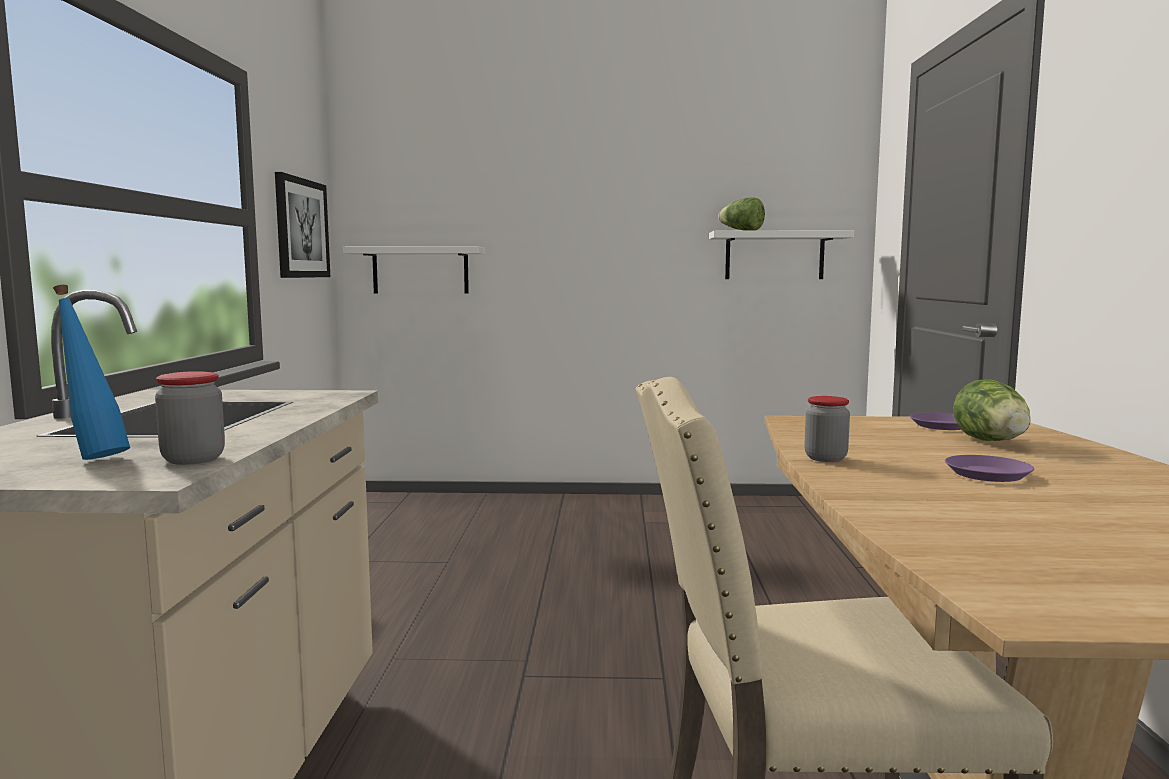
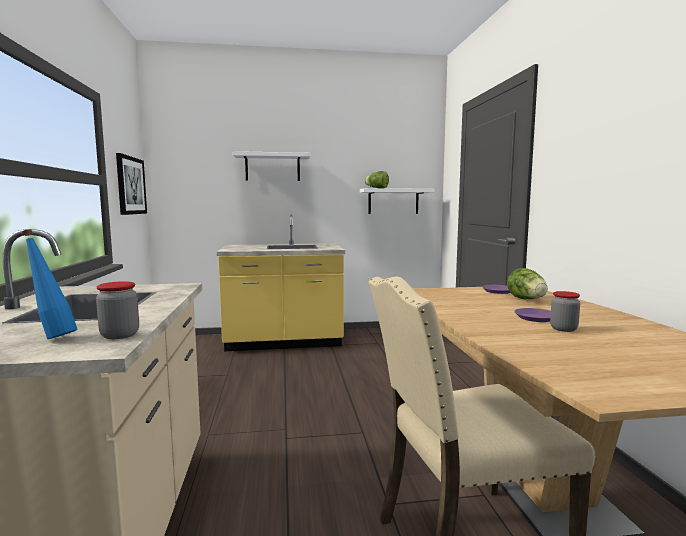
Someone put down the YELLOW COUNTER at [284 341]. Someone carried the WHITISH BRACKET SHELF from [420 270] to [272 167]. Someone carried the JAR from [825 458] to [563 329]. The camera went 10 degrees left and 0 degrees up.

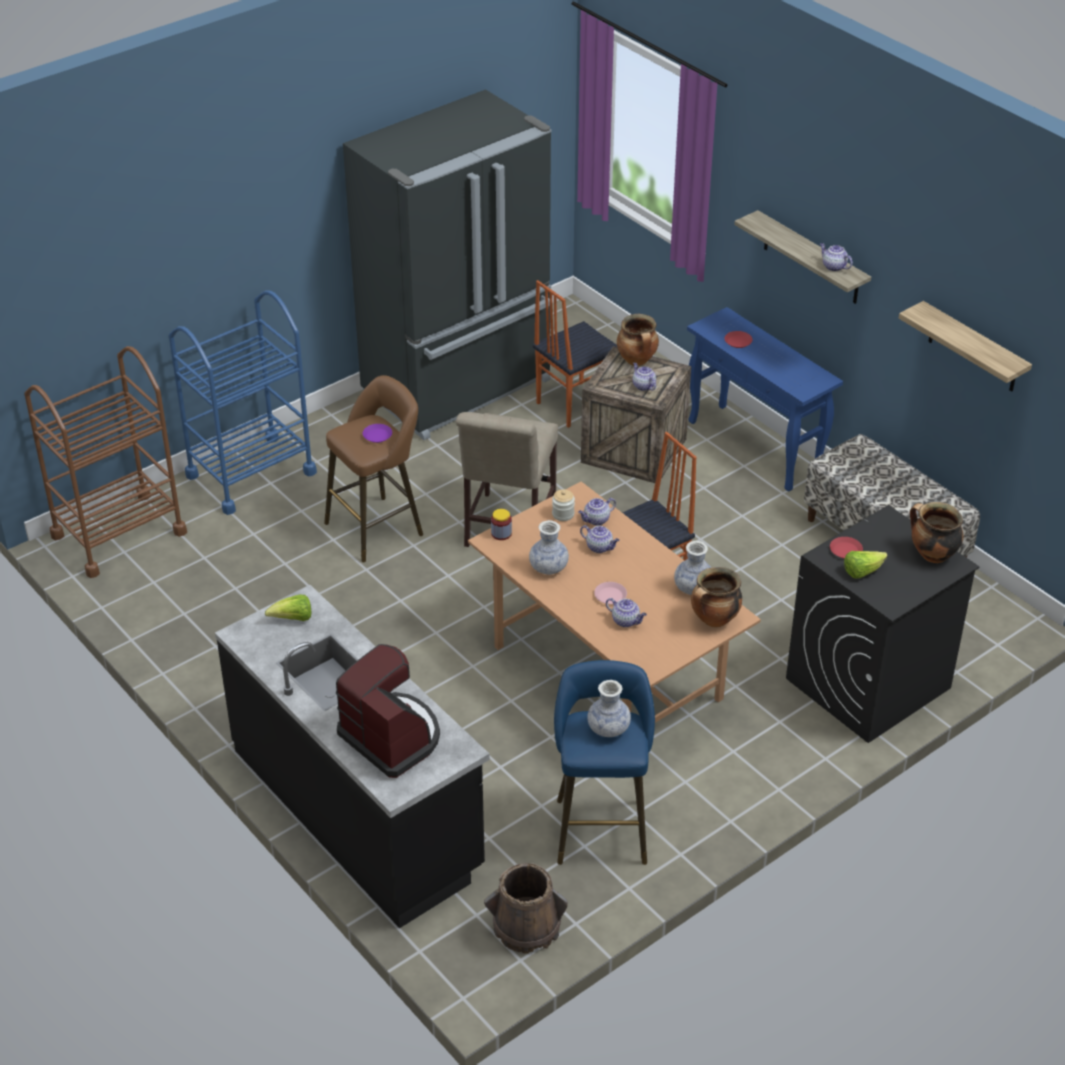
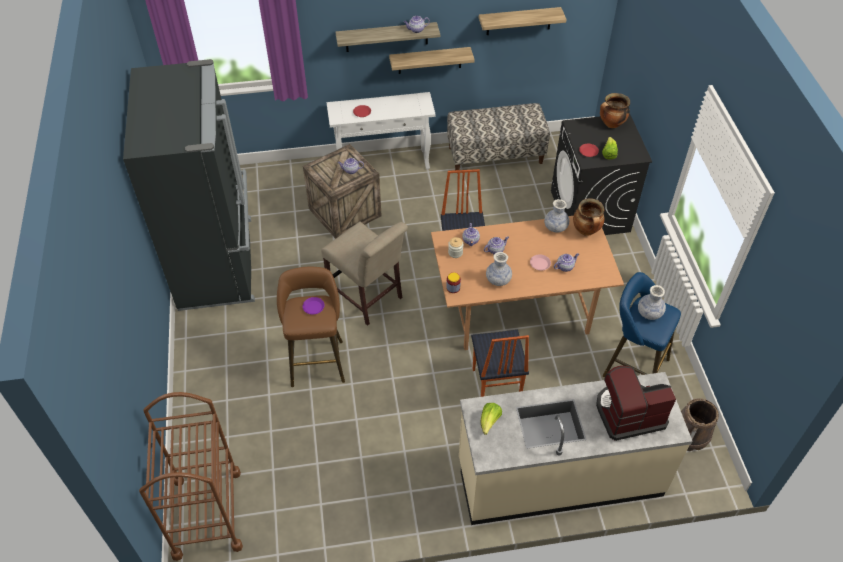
Someone repainted the BLUE-COLOURED HALL TABLE at [755 448], which became the WHITISH HALL TABLE at [384 164]. Someone put up the BRACKET SHELF at [429 60]. Someone repainted the BLACK COUNTER at [358 809], which became the BEIGE COUNTER at [559 477]. Someone carried the UPRIGHT CHAIR from [573 404] to [495 386]. Someone took away the BLUE-COLOURED TROLLEY at [251 474]. Someone took away the SAUCEPOT at [637 361]. The camera went 60 degrees left and 10 degrees up.

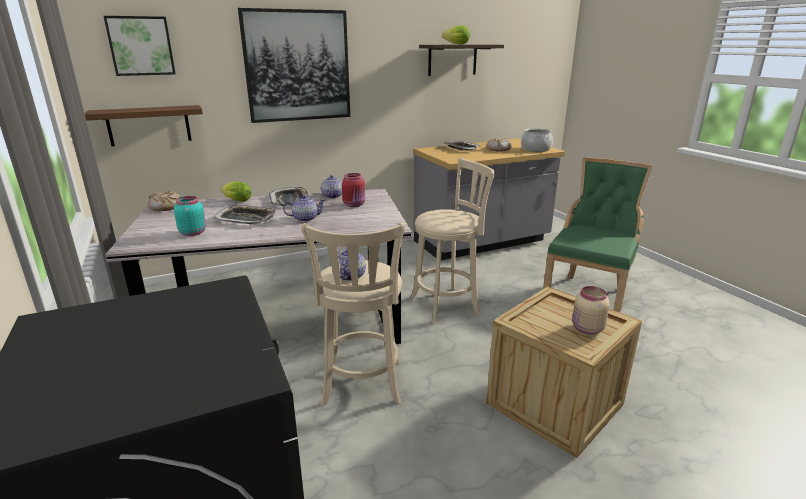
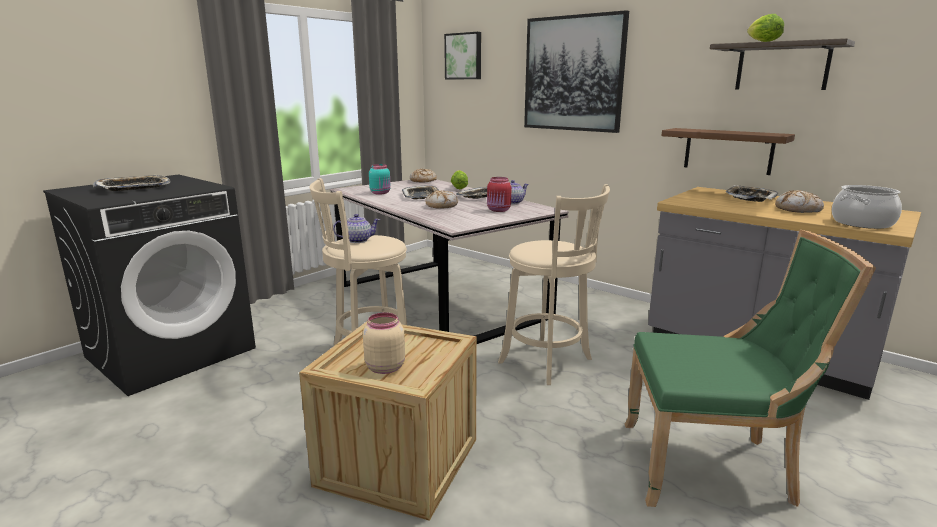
Someone put down the SERVING TRAY at [134 188]. Someone swapped the TEA POT at [305 218] for the BAKERY BREAD at [442 206]. Someone carried the BROWN BRACKET SHELF from [149 125] to [728 151]. The camera went 65 degrees right and 5 degrees down.

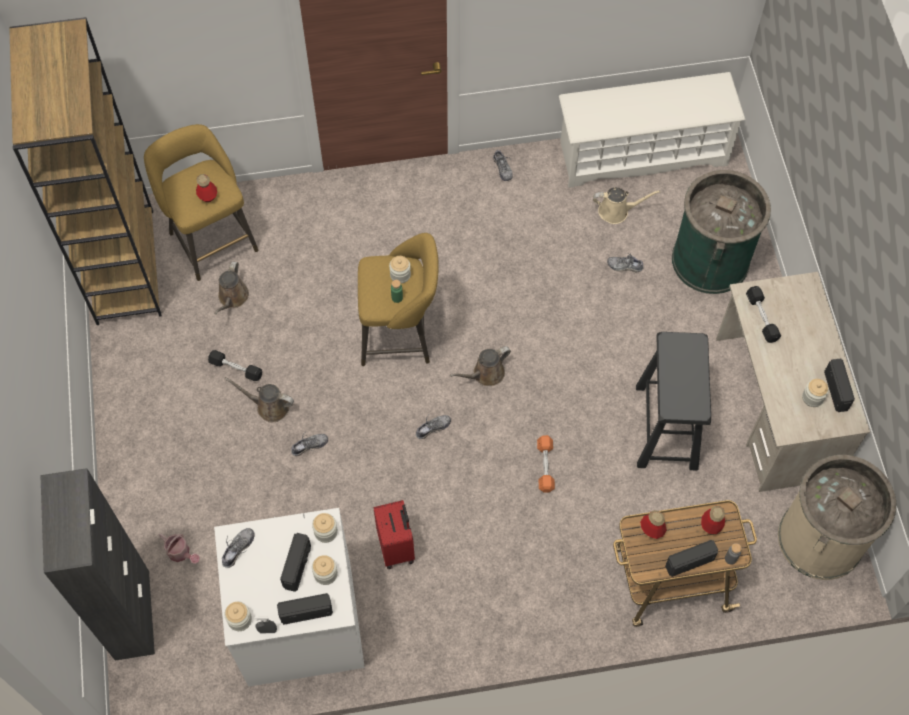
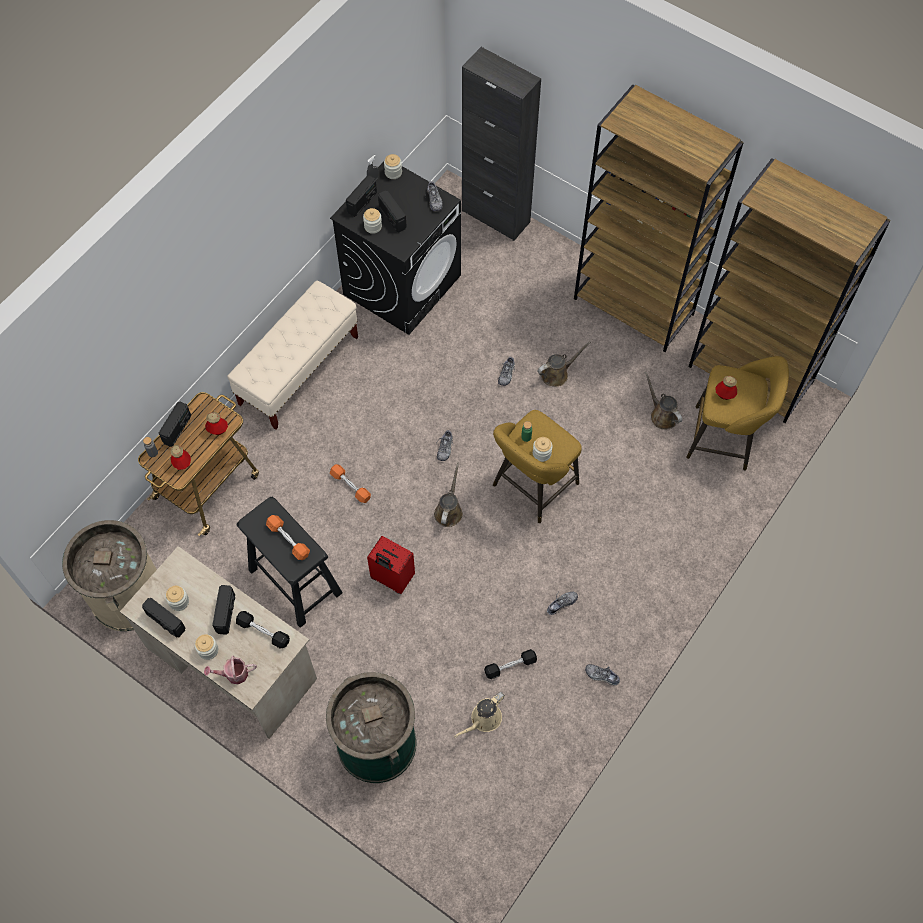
Someone carried the JAR from [325 532] to [208 650]. Someone carried the WATERING POT from [181 553] to [233 674]. Someone put down the RADIO SET at [226 613]. Someone put down the BEIGE BENCH at [299 370]. Someone put down the ORANGE DUMBBELL at [288 540]. Someone repainted the WHITISH WASHING MACHINE at [299 624], which became the BLACK WASHING MACHINE at [402 284]. Someone carried the RED TRAVEL CASE from [397 547] to [391 578]. Someone carried the BLACK DUMBBELL from [236 368] to [510 666]. Someone carried the SHOE from [624 266] to [561 604]. Someone put down the BROWN SHELVING UNIT at [634 306]. Someone took away the WHITISH SHOE STAND at [642 153]. The camera went 135 degrees right and 0 degrees up.

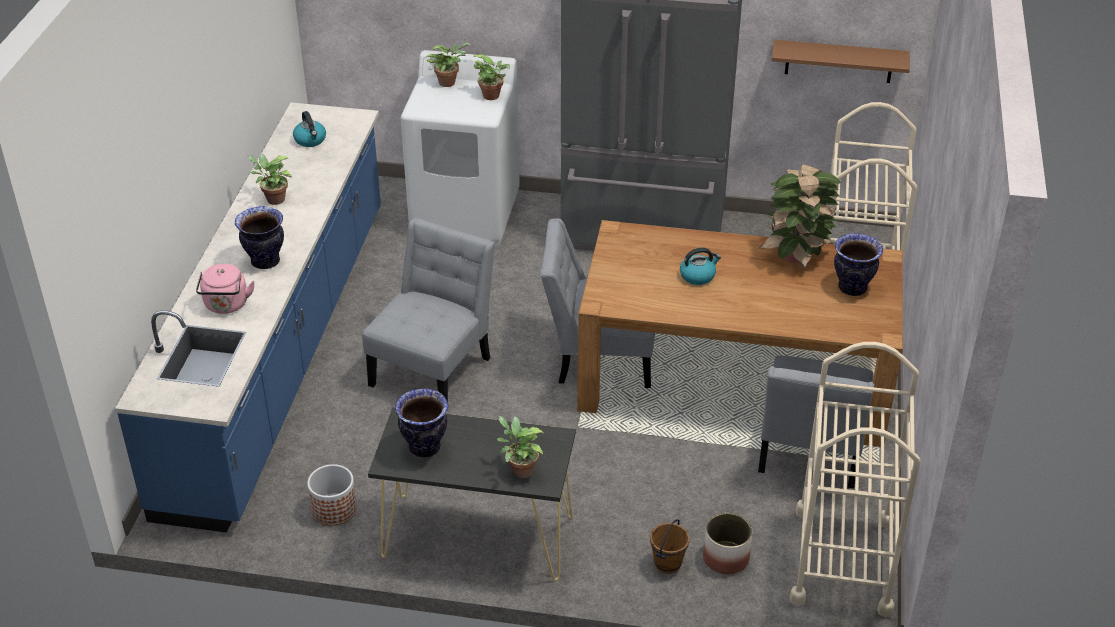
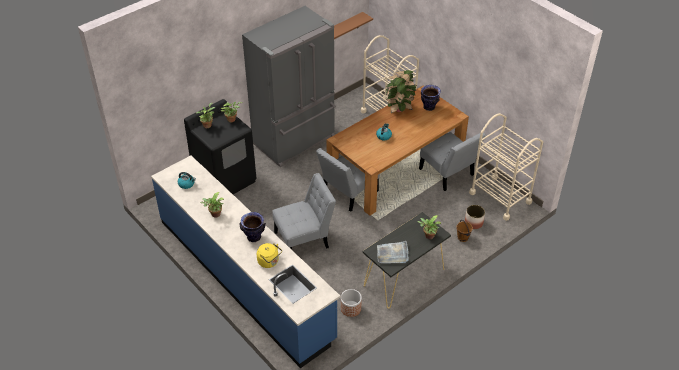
Someone repainted the WHITISH WASHING MACHINE at [466 214], which became the BLACK WASHING MACHINE at [225 179]. Someone repainted the PINKISH KETTLE at [226 305], which became the YELLOW KETTLE at [269 262]. Someone rotated the GREYISH UPRIGHT CHAIR at [434 367] by 90 degrees clockwise. Someone swapped the VASE at [424 447] for the GREYISH SERVING TRAY at [392 254]. The camera went 50 degrees left and 5 degrees up.

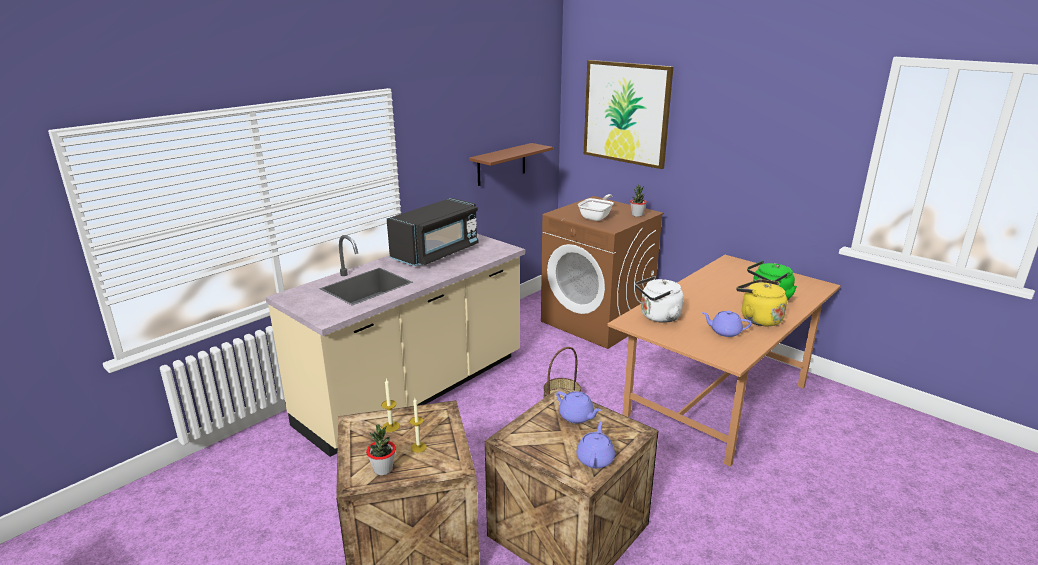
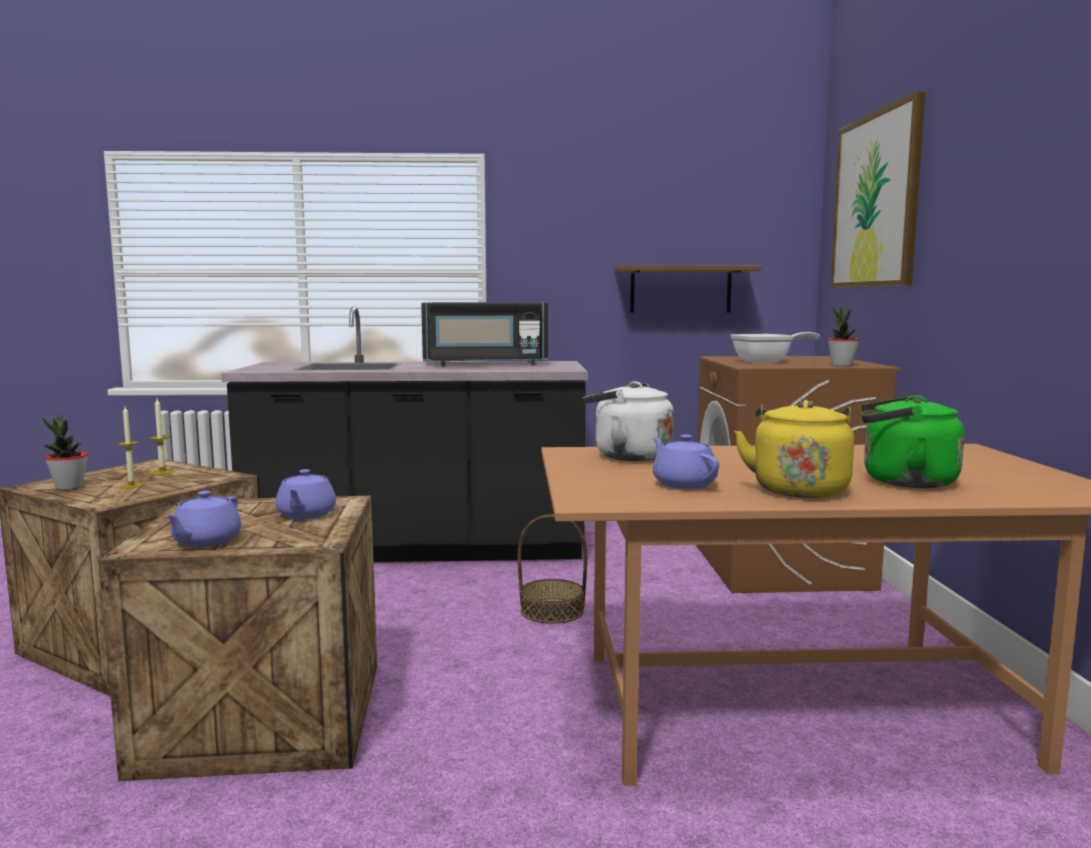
Someone rotated the PURPLISH TEA POT at [595 459] by 135 degrees clockwise. Someone repainted the BEIGE COUNTER at [415 391], which became the BLACK COUNTER at [419 550]. The camera went 45 degrees right and 15 degrees down.

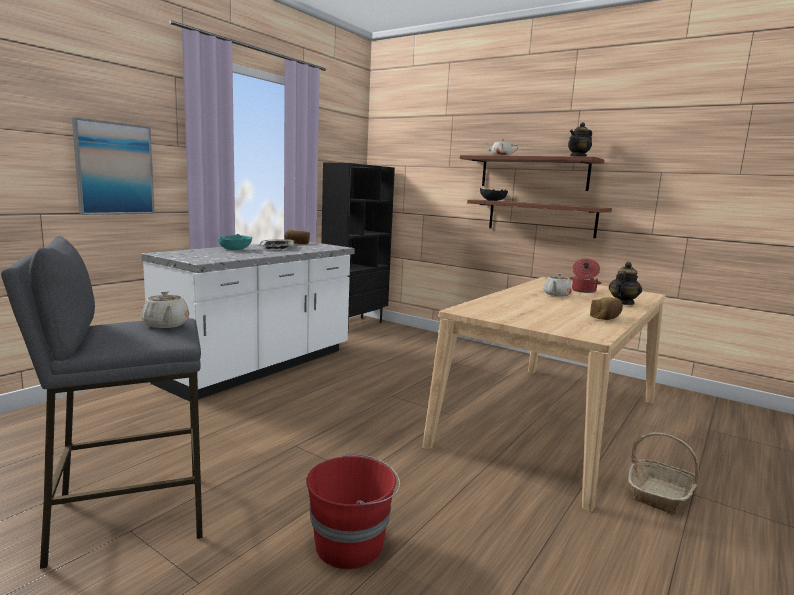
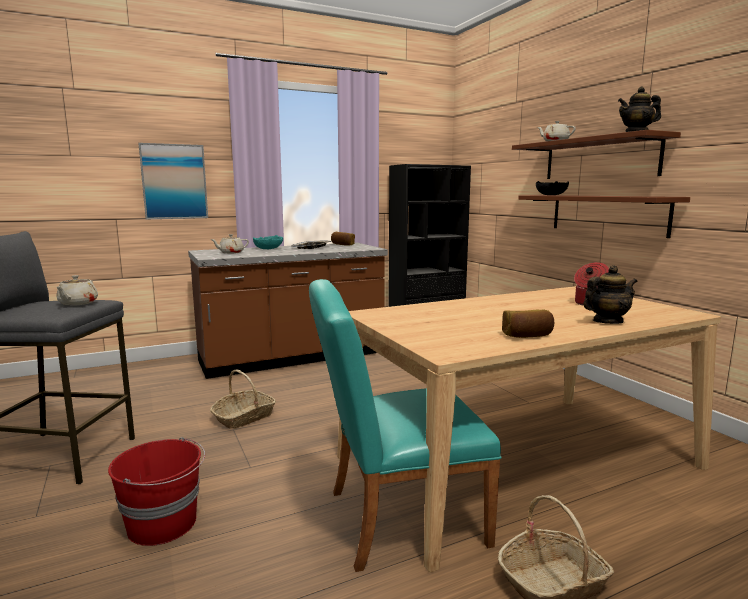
Someone repainted the WHITISH COUNTER at [260 367], which became the BROWN COUNTER at [292 358]. Someone carried the BEIGE TEA POT from [556 295] to [231 253]. Someone put down the HOUSEHOLD BASKET at [244 417]. Someone put down the TURQUOISE-COLOURED UPRIGHT CHAIR at [395 518]. The camera went 30 degrees right and 0 degrees up.

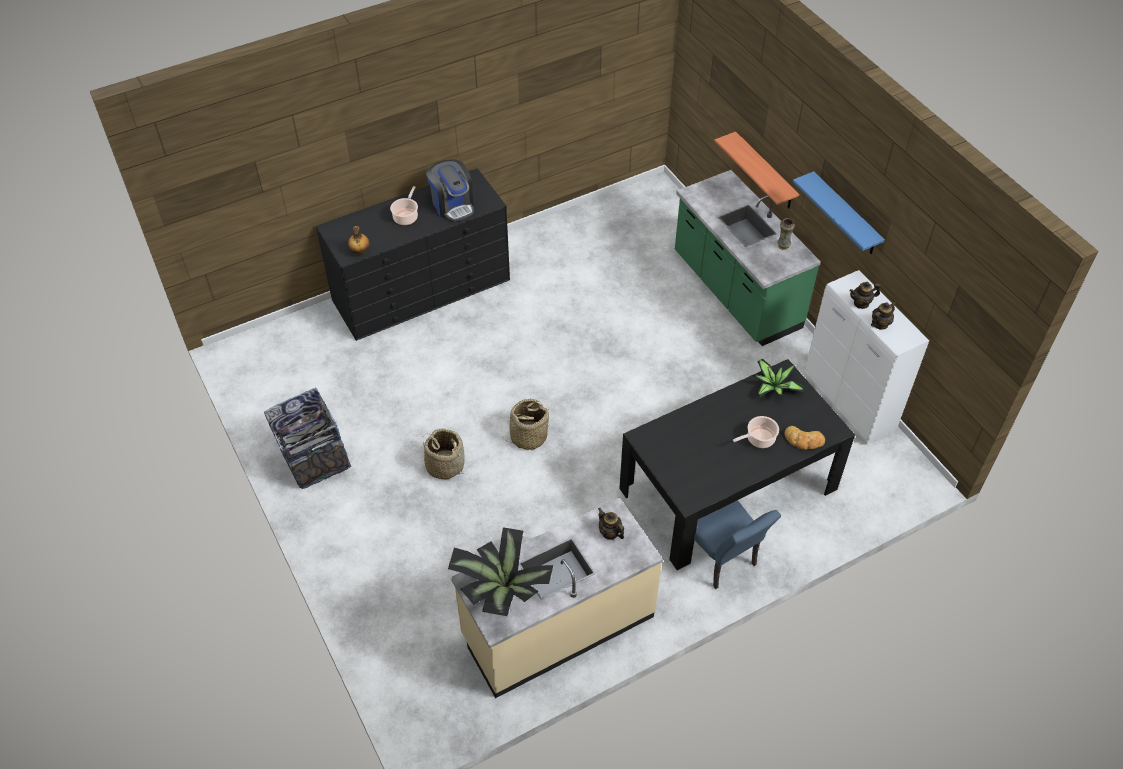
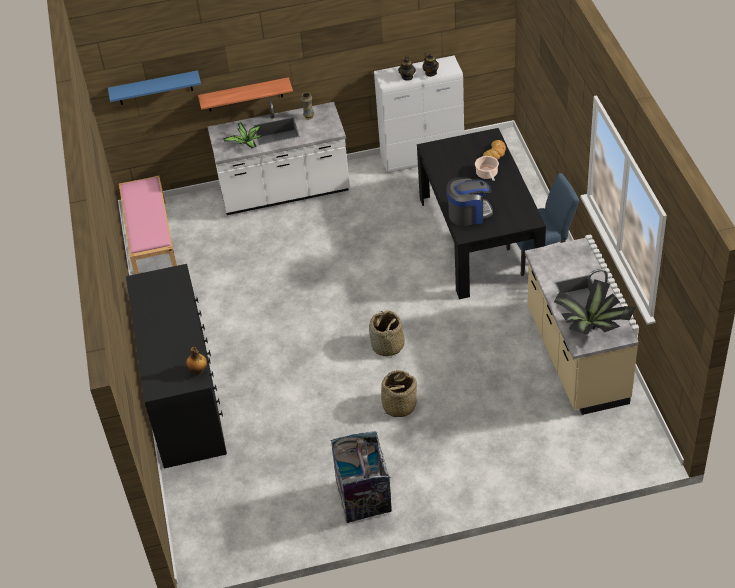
Someone carried the BLUE-COLOURED BRACKET SHELF from [845 215] to [155 88]. Someone put down the PINKISH BENCH at [151 240]. Someone repainted the GREEN-COLOURED COUNTER at [735 292], which became the WHITISH COUNTER at [285 192]. Someone carried the POTTED PLANT from [774 387] to [247 143]. Someone carried the COFFEE BREWER from [452 205] to [469 214]. Someone took away the SAUCEPOT at [406 217]. Someone took away the TEA POT at [610 532]. The camera went 70 degrees left and 5 degrees down.

